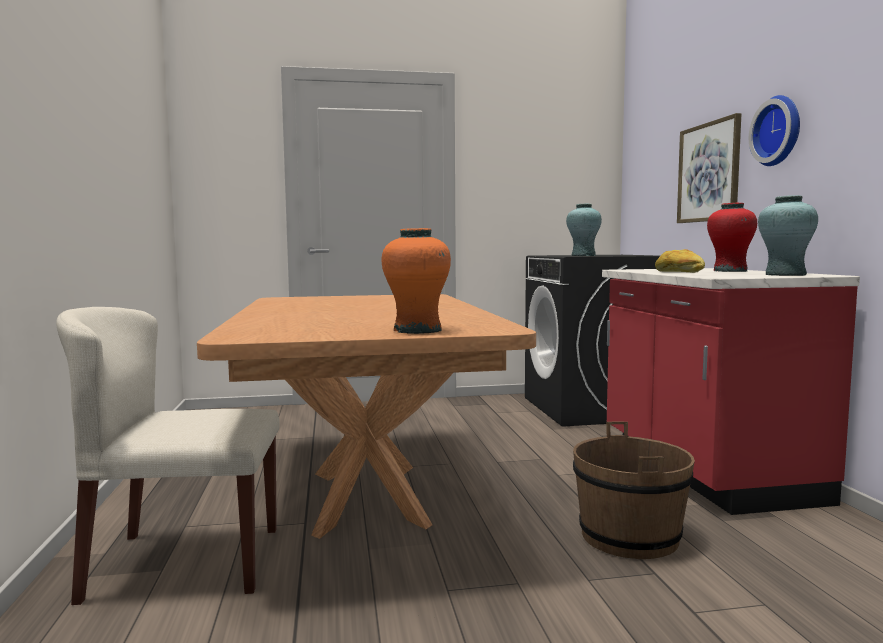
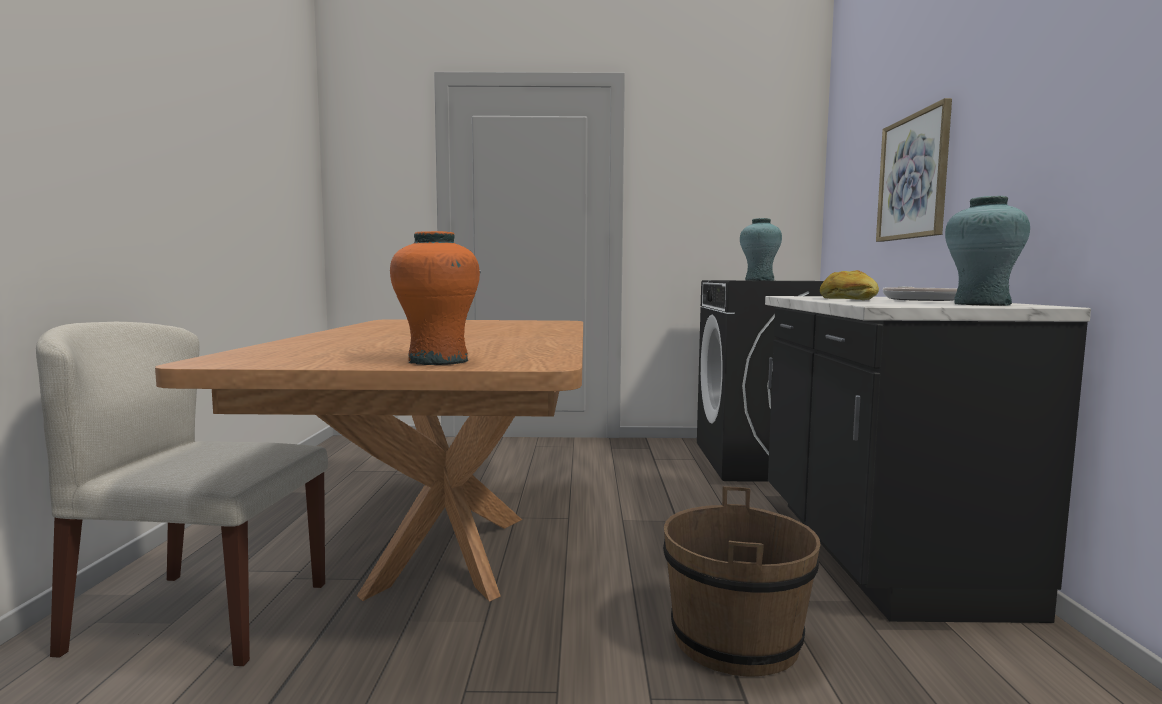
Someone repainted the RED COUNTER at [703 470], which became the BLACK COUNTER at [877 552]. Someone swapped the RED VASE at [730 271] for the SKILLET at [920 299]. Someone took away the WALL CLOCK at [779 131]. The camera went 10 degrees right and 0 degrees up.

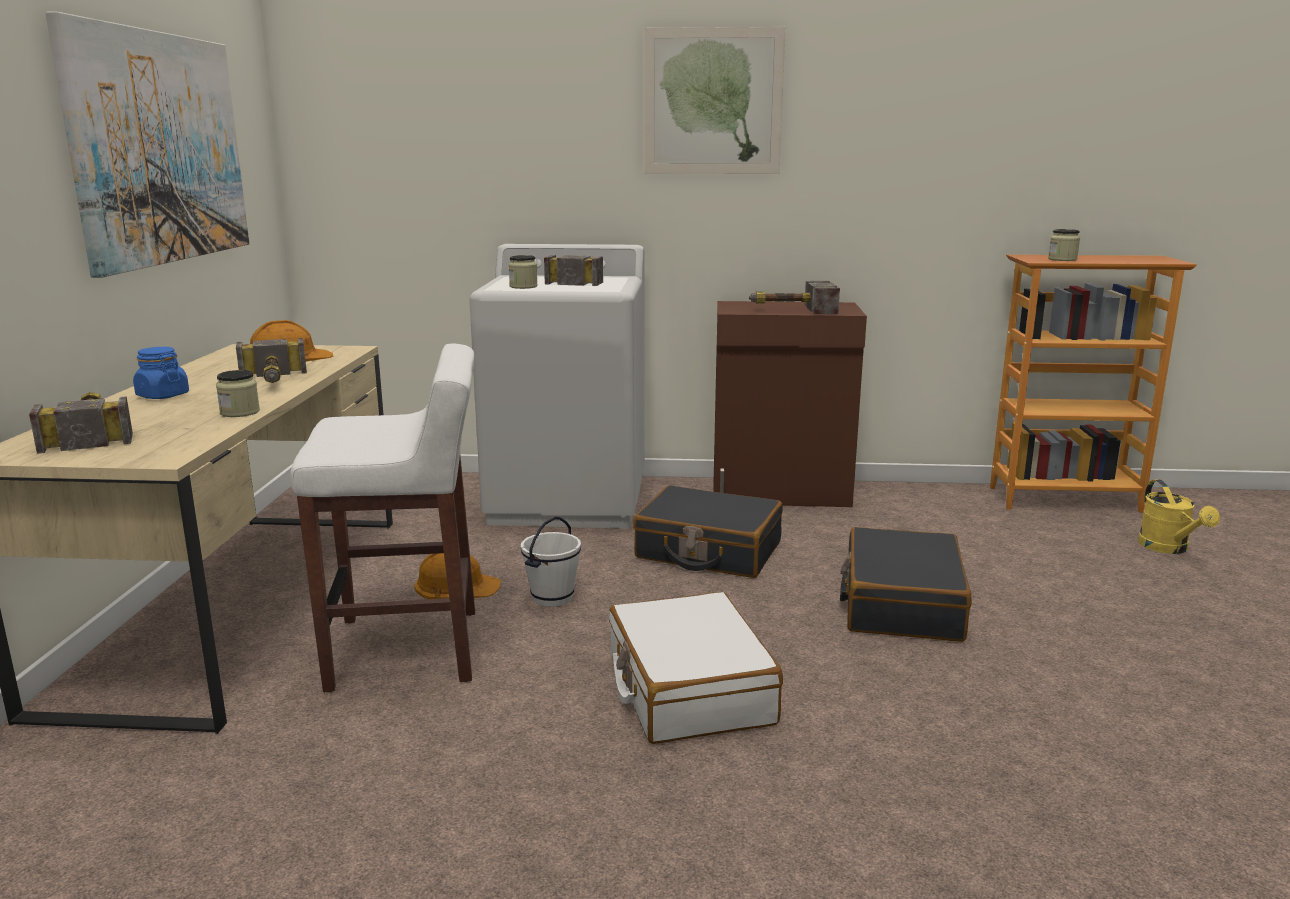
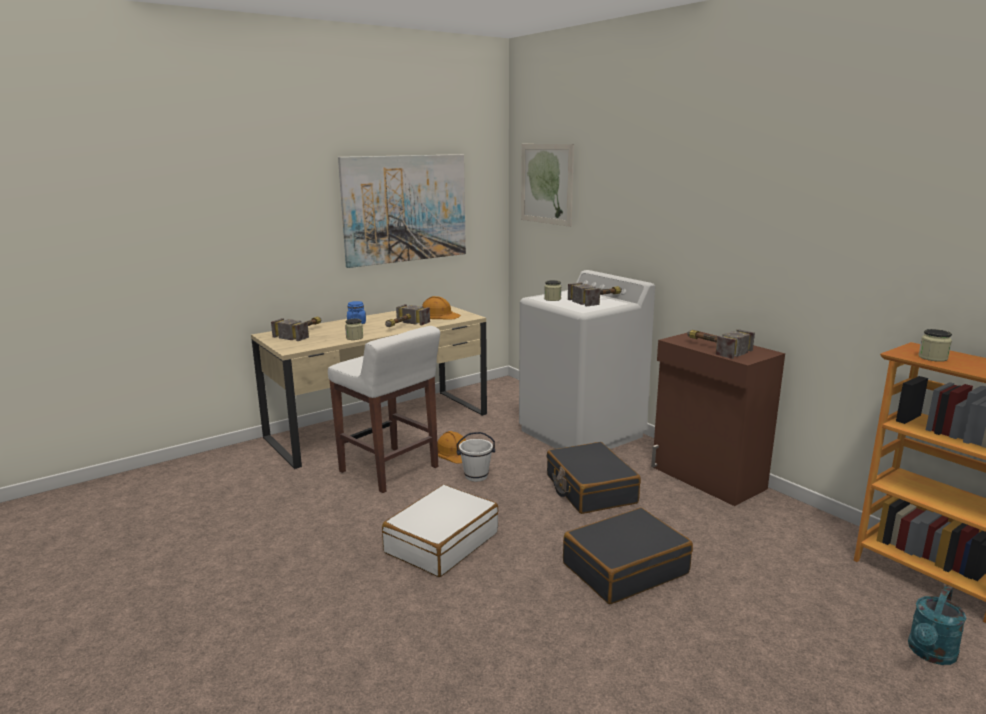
Someone carried the PICTURE from [713 102] to [546 184]. Someone repainted the YELLOW WATERING POT at [1168 548], which became the TURQUOISE-COLOURED WATERING POT at [930 654]. The camera went 50 degrees right and 0 degrees up.

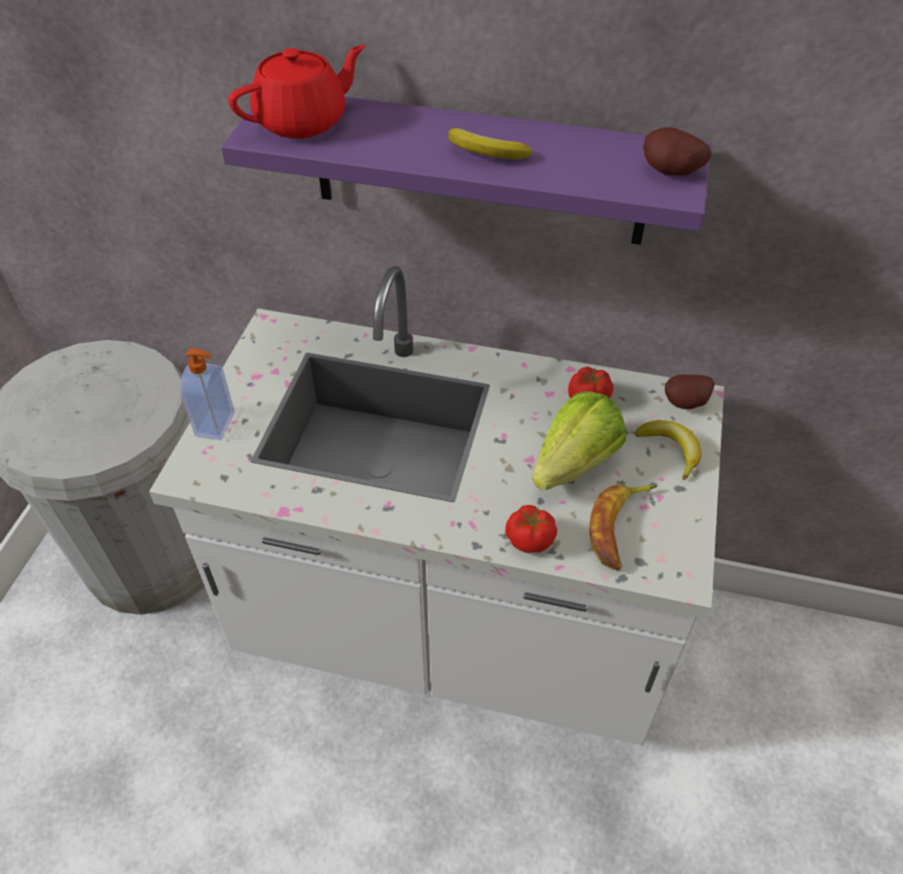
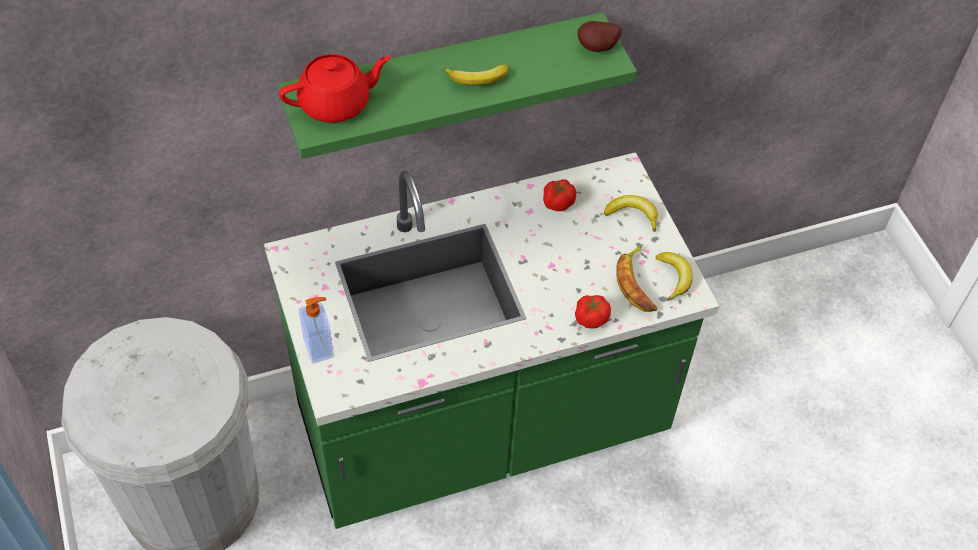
Someone repainted the WHITISH COUNTER at [451 632], which became the GREEN-COLOURED COUNTER at [481 427]. Someone repainted the PURPLISH BRACKET SHELF at [478 168], which became the GREEN-COLOURED BRACKET SHELF at [445 79]. Someone rotated the RED TEA POT at [303 122] by 45 degrees clockwise. Someone put down the BANANA FRUIT at [674 278]. Someone took away the HEAD OF LETTUCE at [575 464]. Someone took away the WHOLE POTATO at [687 404]. The camera went 35 degrees left and 5 degrees up.

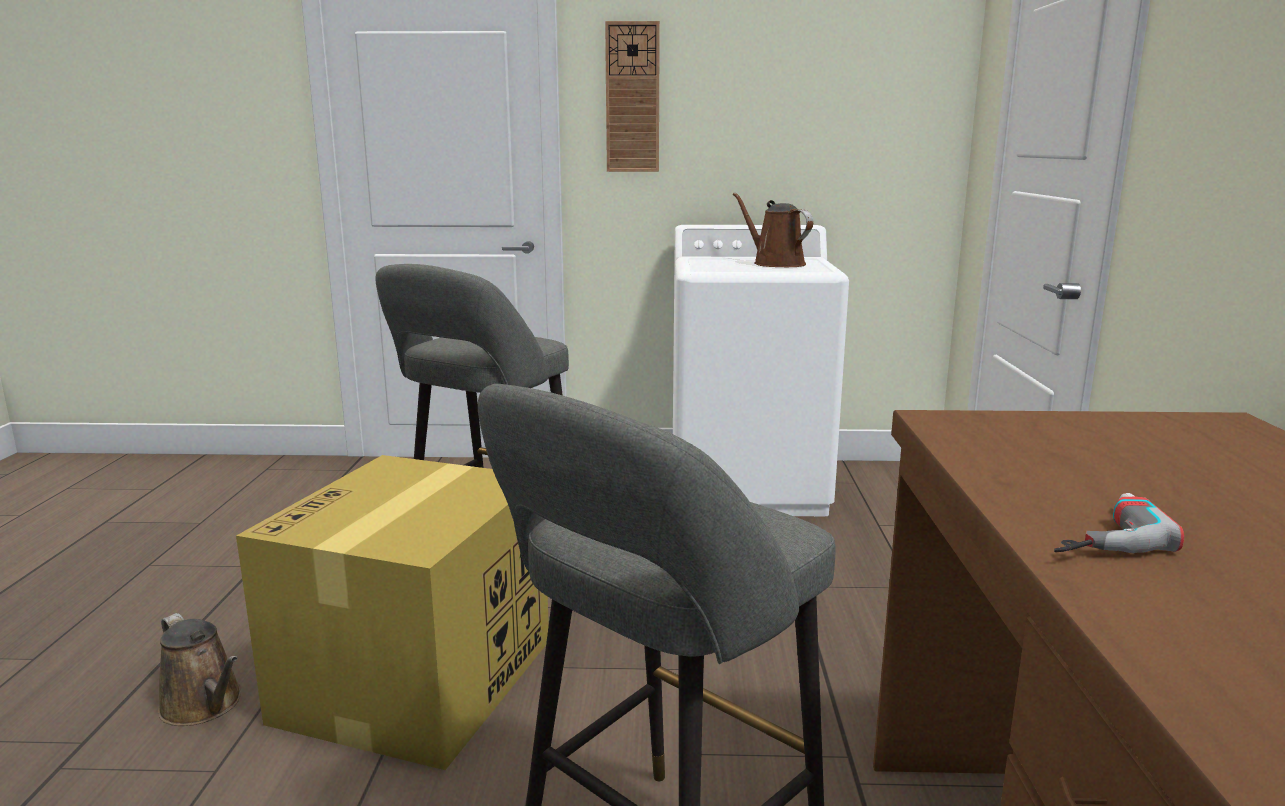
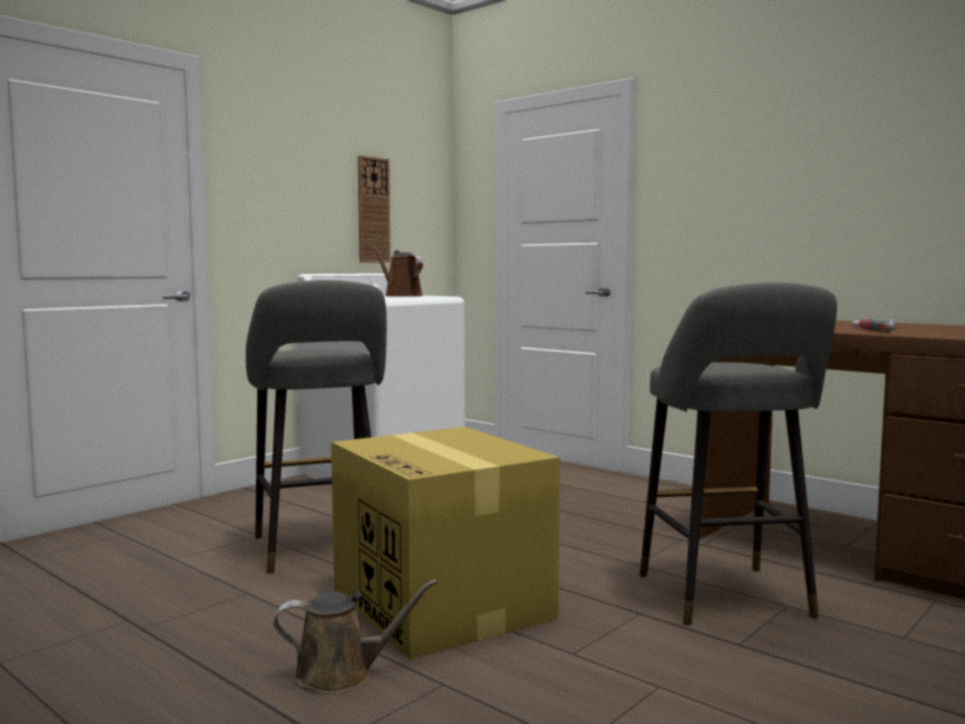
Someone carried the WALL CLOCK from [632 98] to [373 210]. Someone rotated the BROWN WATERING POT at [775 264] by 45 degrees clockwise. The camera went 50 degrees left and 10 degrees down.

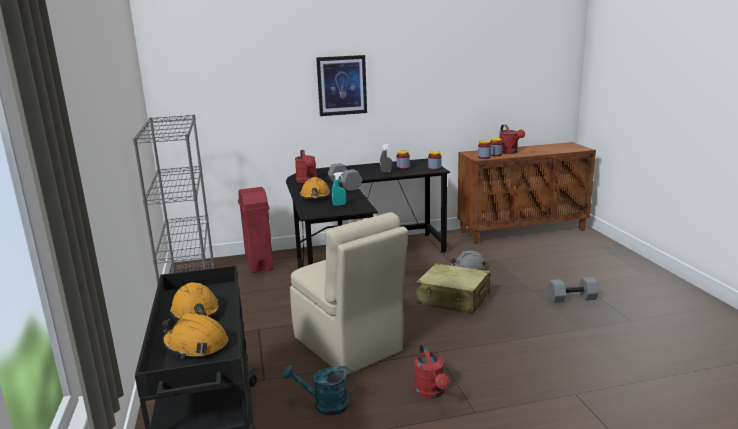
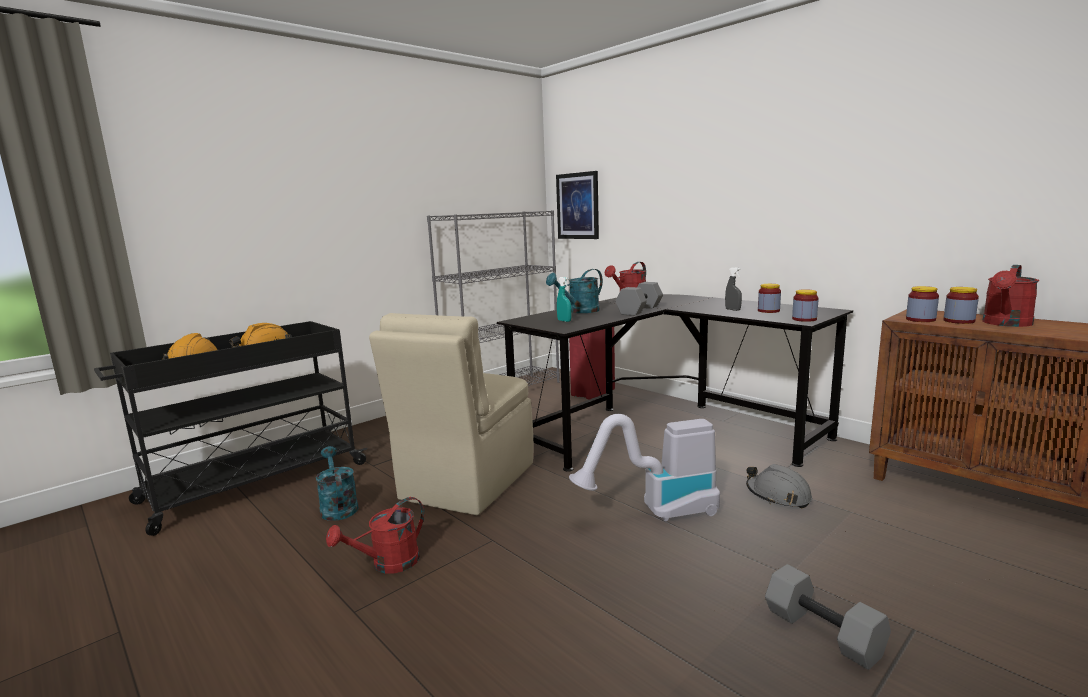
Someone swapped the ORANGE SAFETY HELMET at [315 196] for the TURQUOISE-COLOURED WATERING POT at [579 311]. Someone carried the PICTURE from [342 85] to [578 206]. Someone swapped the BEIGE TRAVEL CASE at [453 299] for the HOOVER at [656 512]. The camera went 60 degrees right and 5 degrees down.

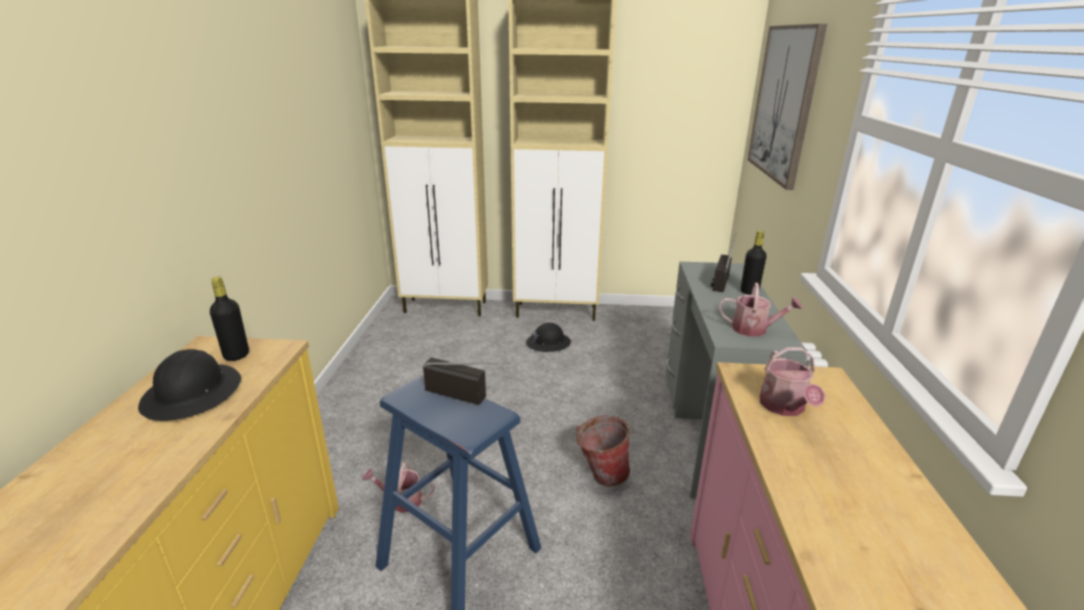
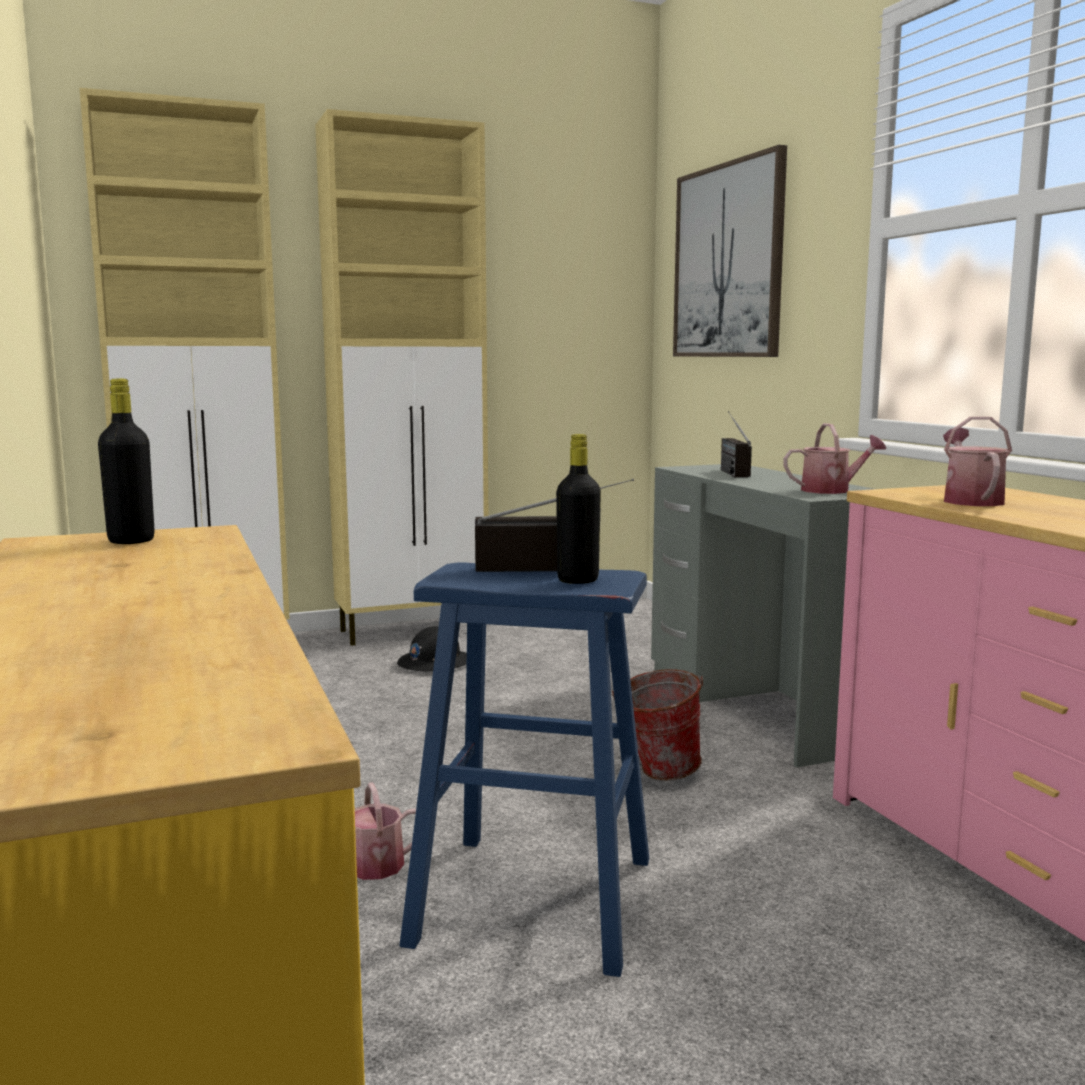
Someone carried the BLACK BEVERAGE BOTTLE from [749 291] to [578 580]. Someone rotated the WATERING POT at [784 407] by 150 degrees counterclockwise. Someone took away the BLACK SAFETY HELMET at [193 394]. The camera went 25 degrees left and 15 degrees down.

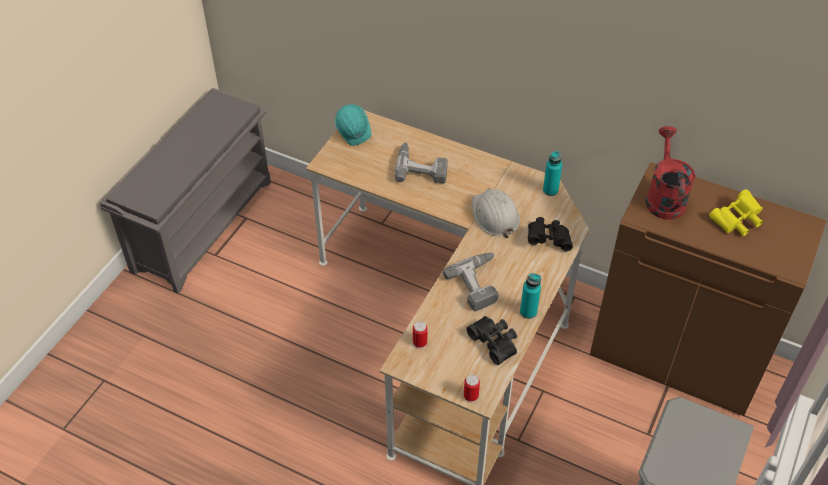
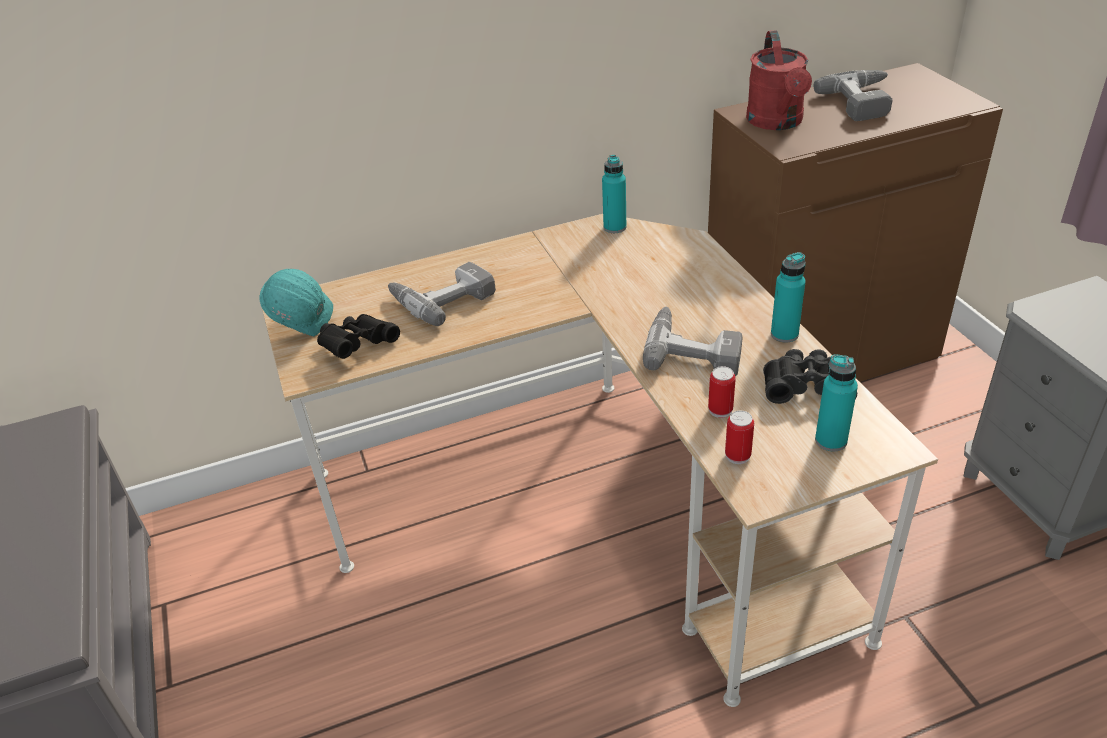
Someone carried the BLACK FIELD GLASSES from [548 239] to [357 346]. Someone carried the METAL CAN from [471 396] to [720 410]. Someone rotated the RED WATERING POT at [664 197] by 135 degrees counterclockwise. Someone swapped the YELLOW FIELD GLASSES at [736 221] for the DRILL at [864 102]. Someone put down the TURQUOISE-COLOURED BEVERAGE BOTTLE at [831 441]. Someone took away the WHITISH SAFETY HELMET at [494 216]. The camera went 45 degrees left and 10 degrees down.

